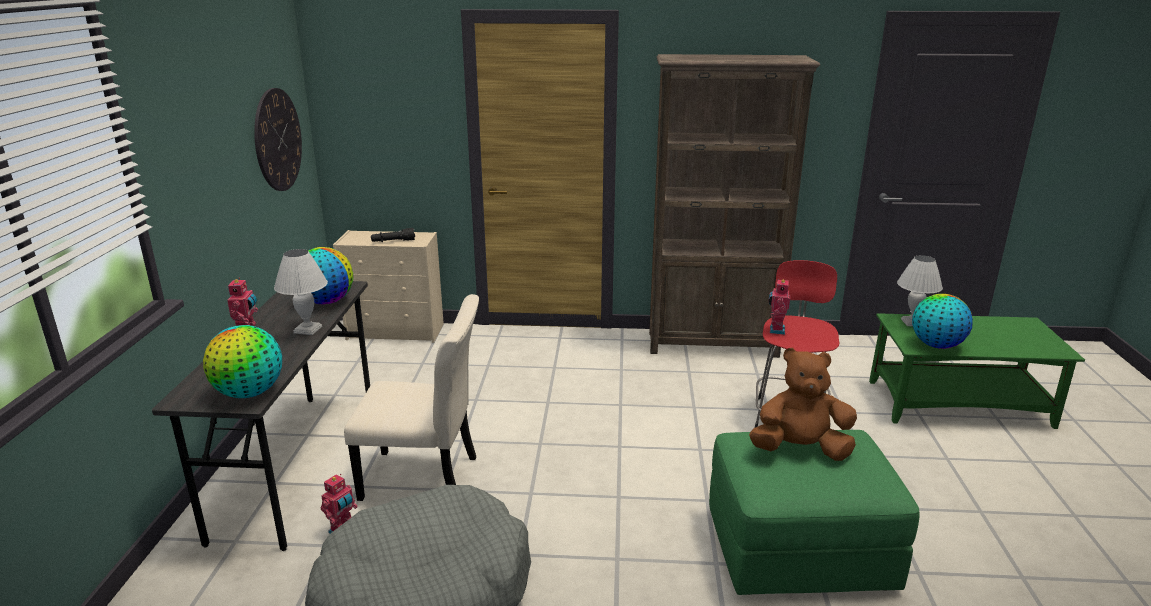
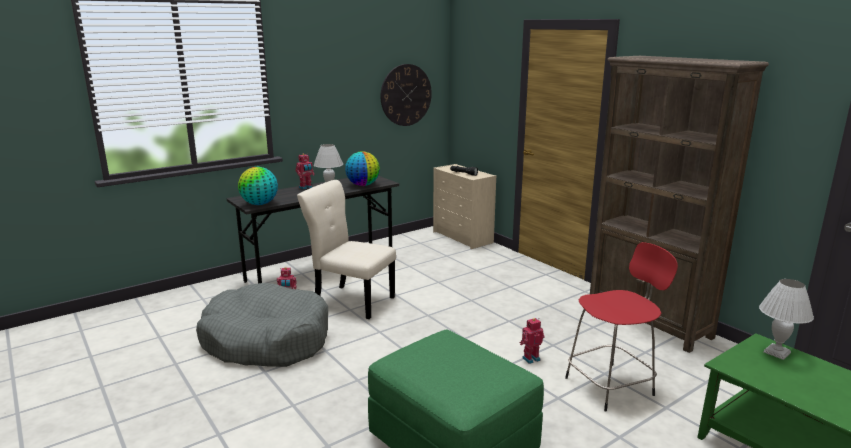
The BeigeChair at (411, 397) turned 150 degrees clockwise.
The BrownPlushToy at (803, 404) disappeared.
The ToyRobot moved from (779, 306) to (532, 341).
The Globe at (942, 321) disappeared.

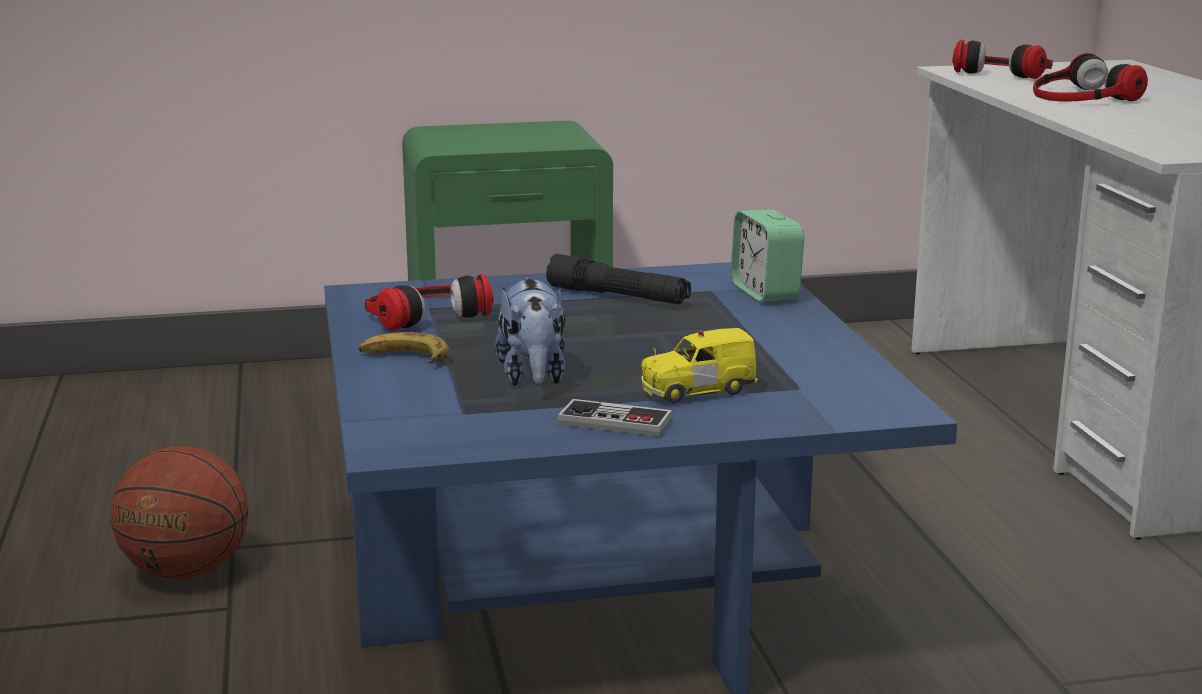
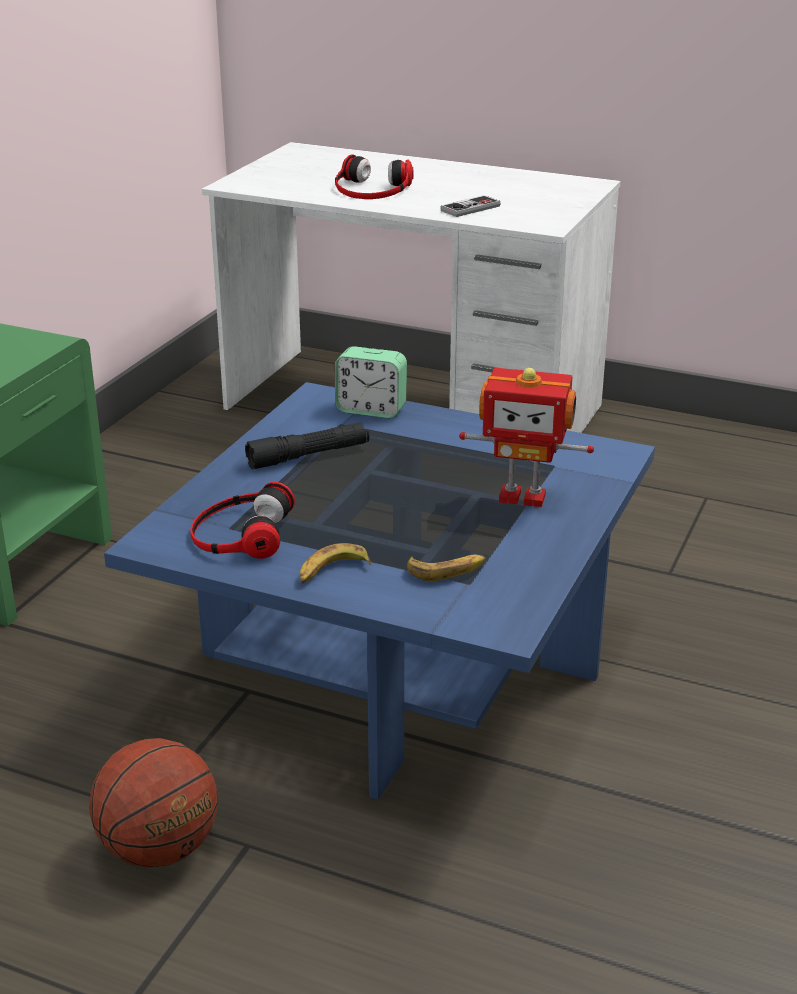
The PlushToy at (530, 332) disappeared.
The GameController moved from (615, 418) to (470, 206).
The YellowToyCar at (699, 366) was replaced by the ToyRobot at (526, 437).
The Headphones at (1002, 59) disappeared.
The Banana at (446, 568) appeared.

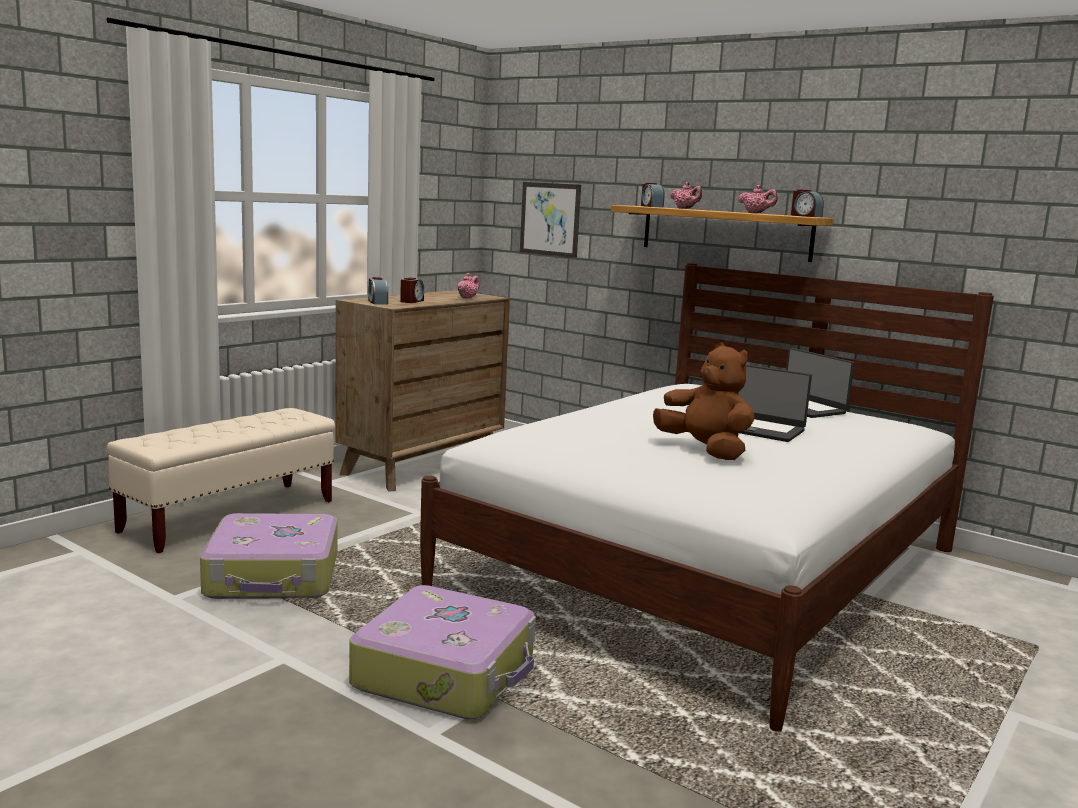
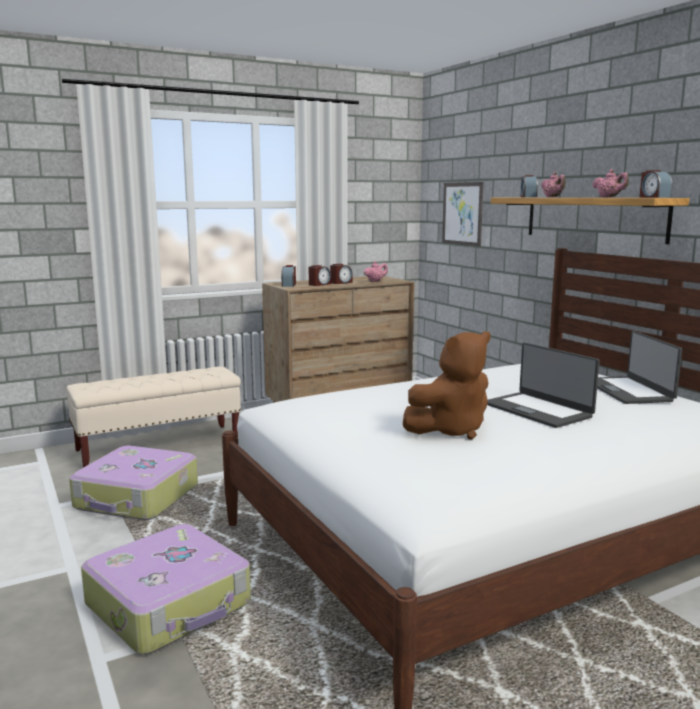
The BrownPlushToy at (704, 401) turned 75 degrees clockwise.
The AlarmClock at (341, 274) appeared.

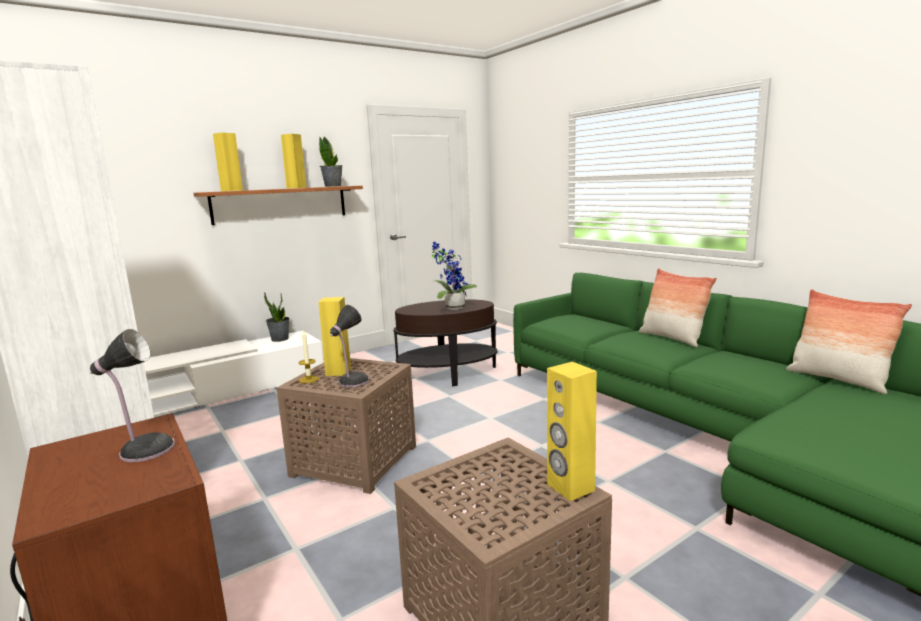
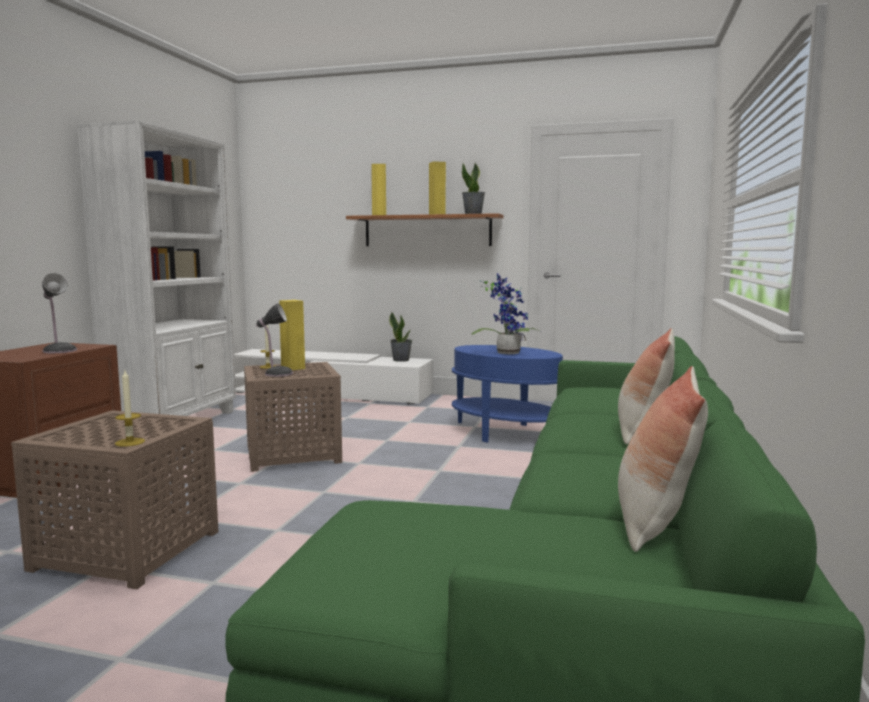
The BrownSideTable at (446, 342) became the BlueSideTable at (507, 394).
The YellowSpeaker at (572, 431) was replaced by the Candle at (130, 409).

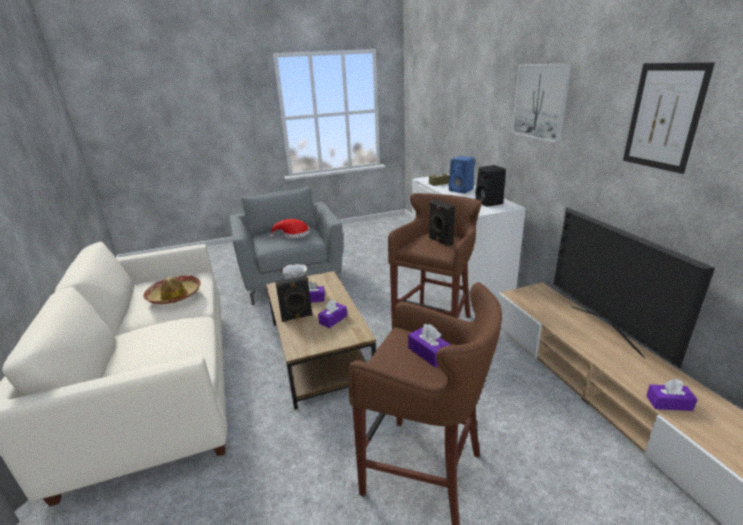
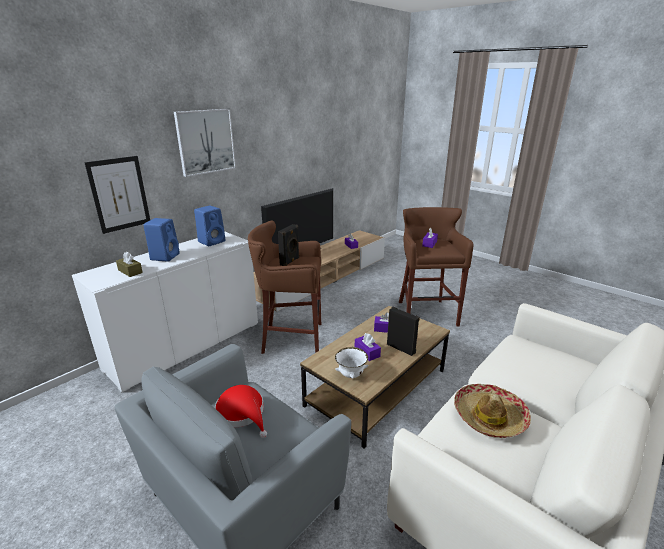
The BlackSpeaker at (490, 186) became the BlueSpeaker at (209, 226).
The Picture moved from (669, 118) to (117, 195).

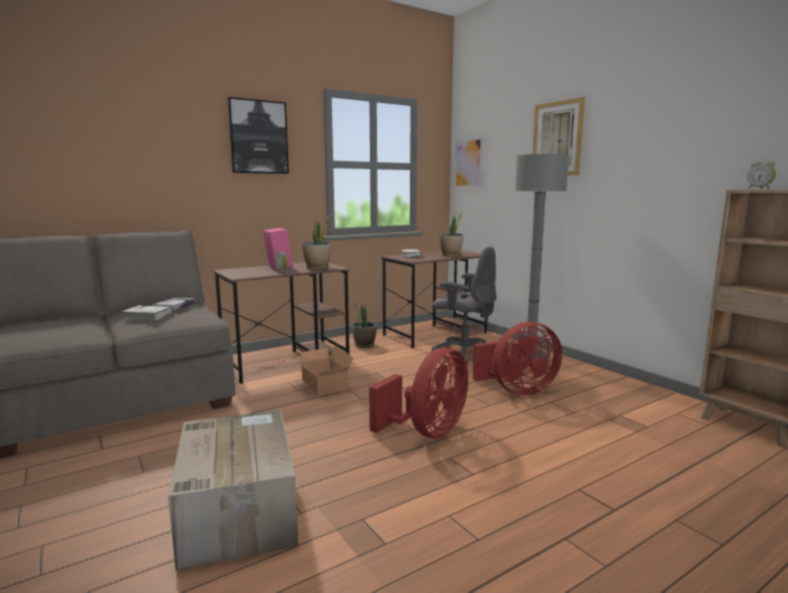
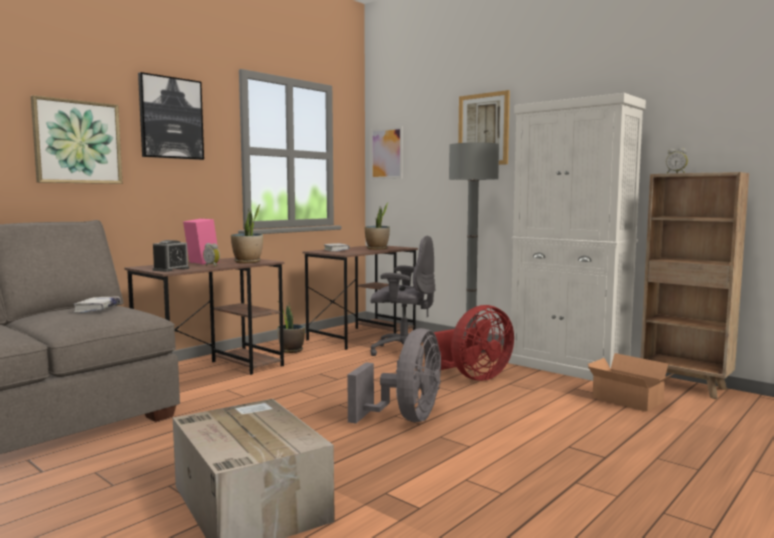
The WhiteBook at (147, 312) disappeared.
The CardboardBox moved from (322, 370) to (631, 382).
The RedFan at (418, 393) became the GreyFan at (394, 376).
The Picture at (76, 139) appeared.
The AlarmClock at (171, 256) appeared.
The WhiteCabinet at (577, 237) appeared.

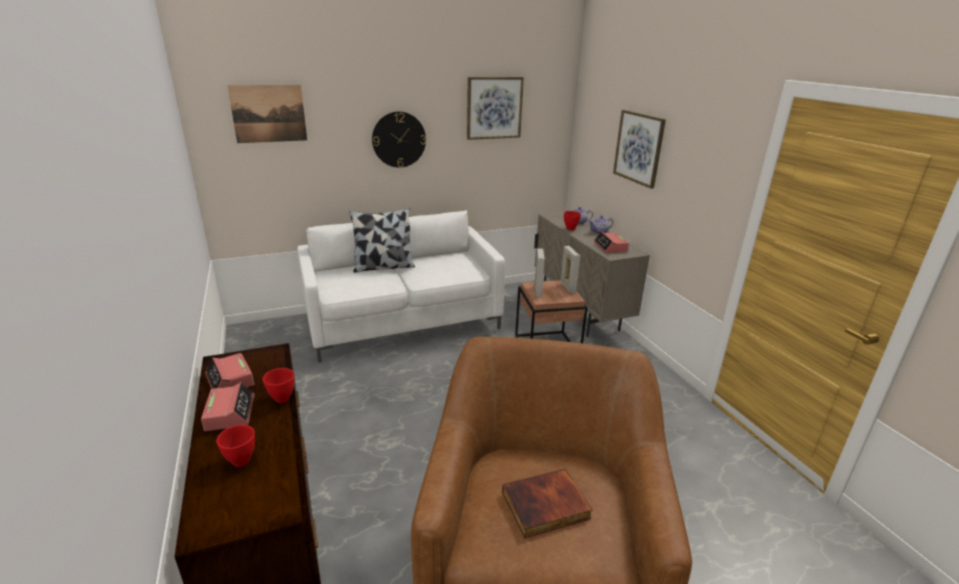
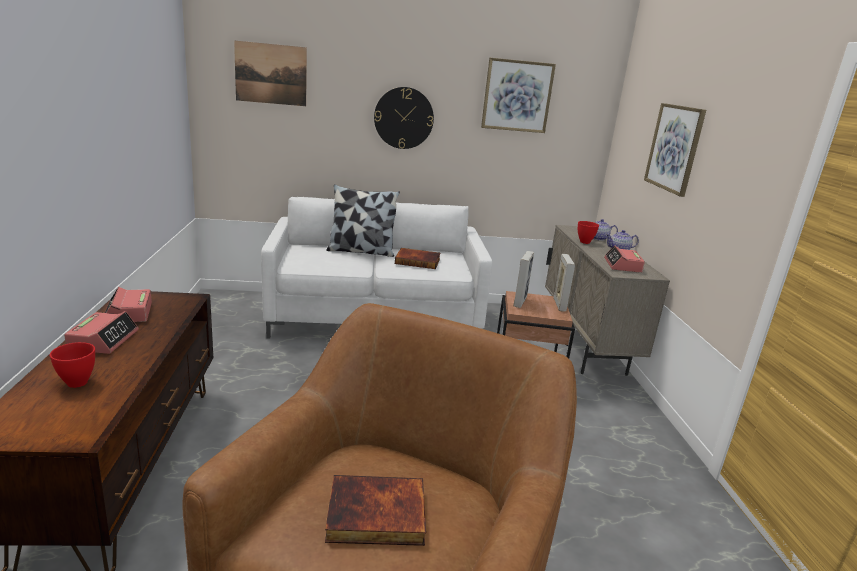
The RedBowl at (278, 385) disappeared.
The Book at (417, 258) appeared.

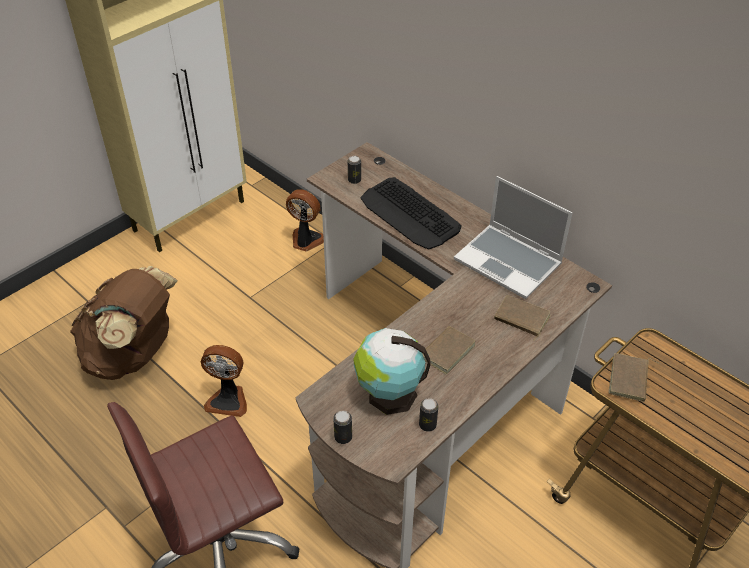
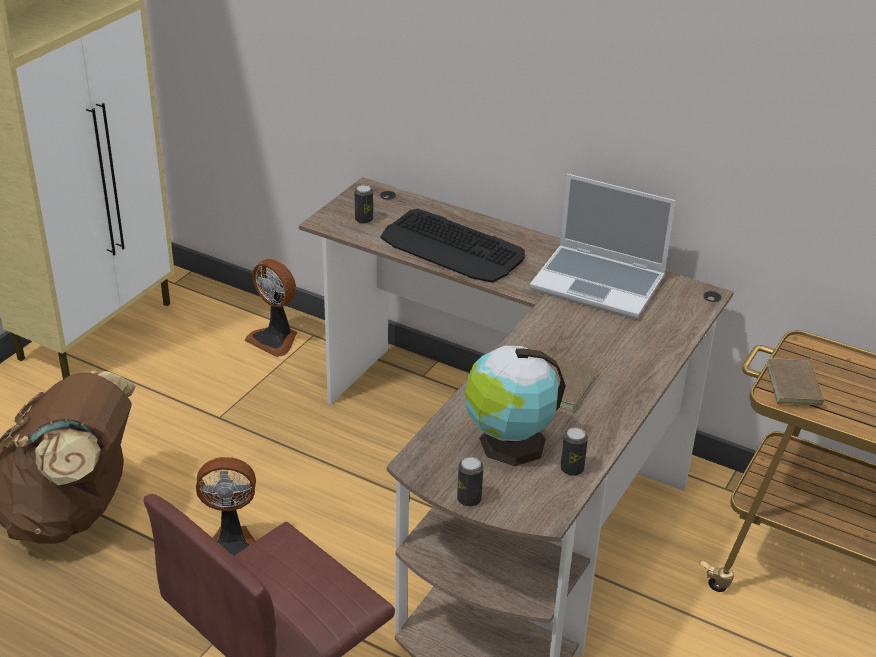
The Fan at (305, 220) turned 150 degrees counterclockwise.
The BrownBook at (522, 318) disappeared.

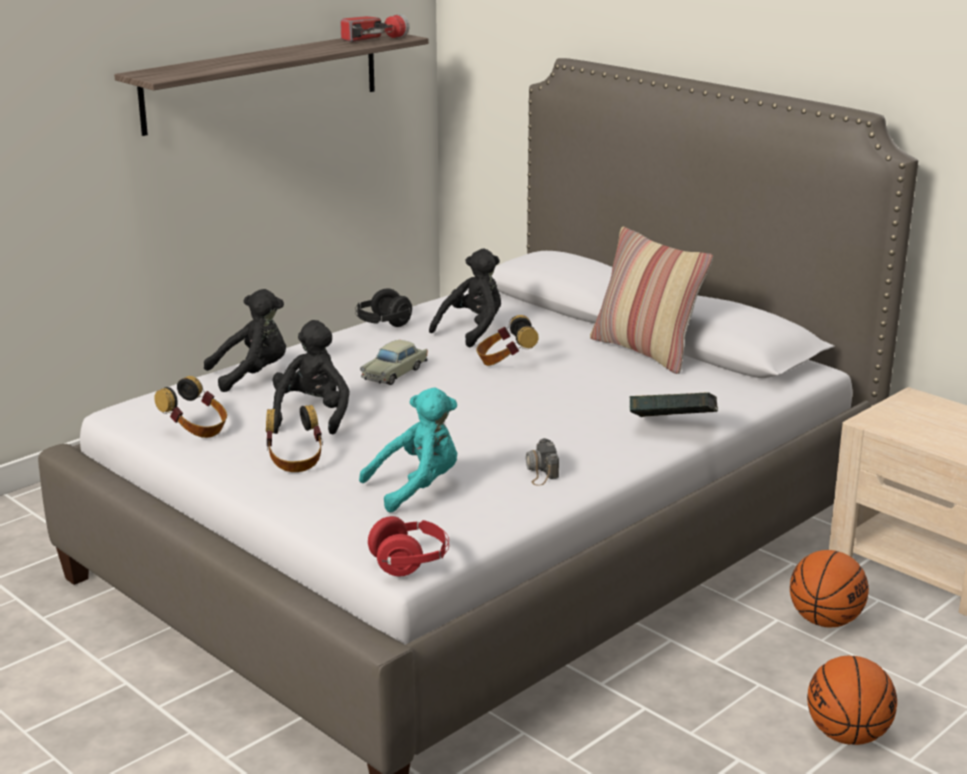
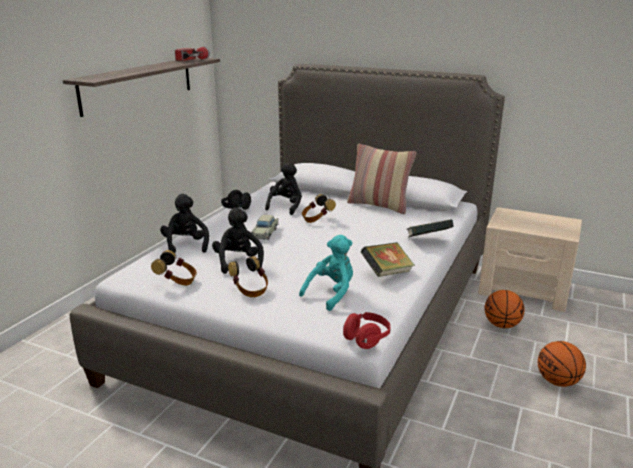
The BlackPlushToy at (245, 340) turned 60 degrees counterclockwise.
The PhotoCamera at (542, 462) was replaced by the Book at (388, 259).

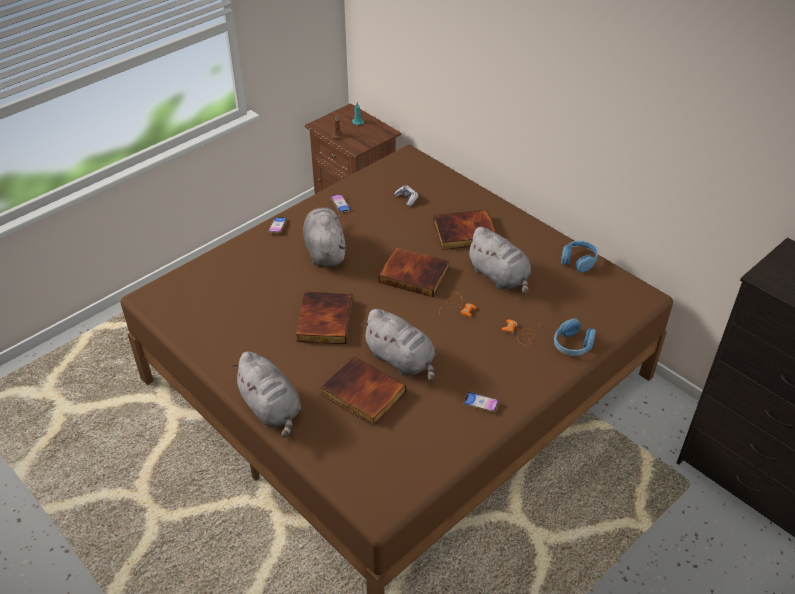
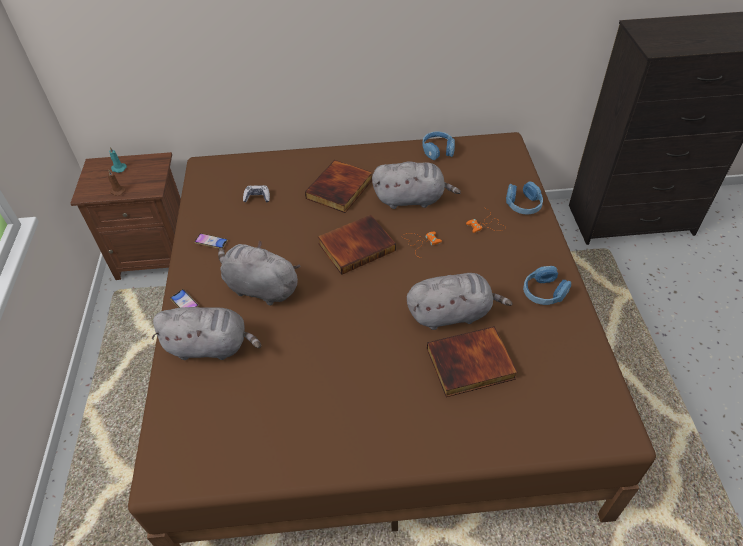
The GreyPlushToy moved from (266, 394) to (206, 333).
The Book at (324, 318) disappeared.
The Phone at (481, 402) was replaced by the BlueHeadphones at (547, 285).

